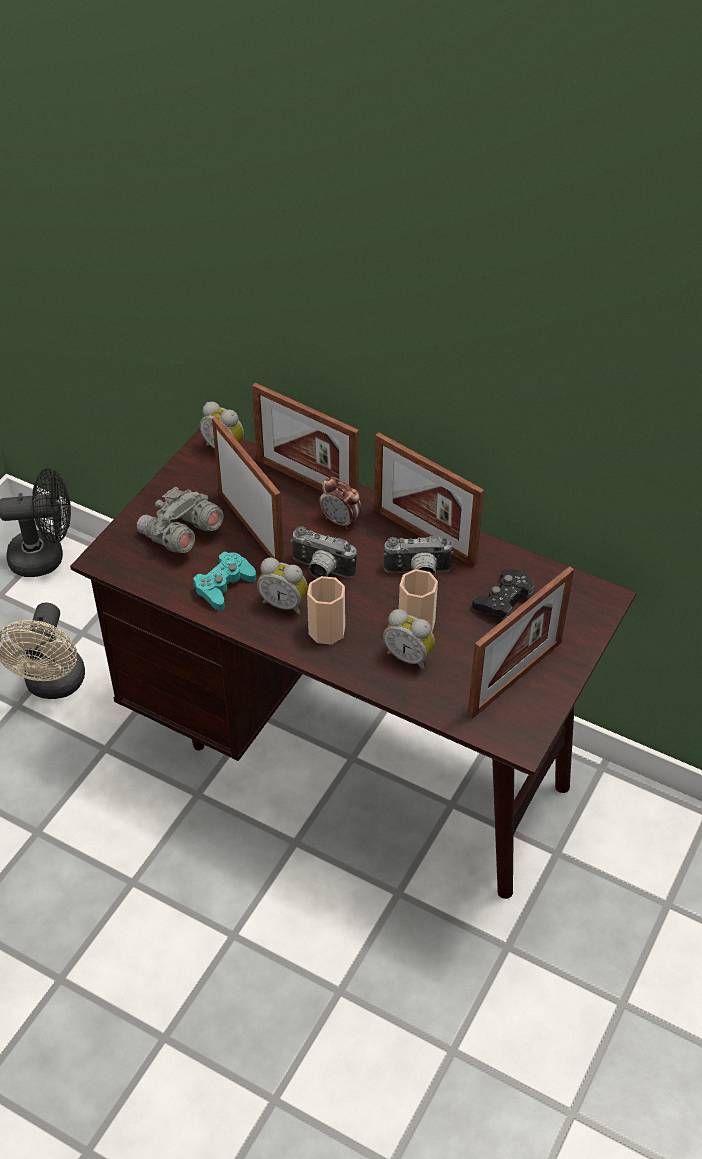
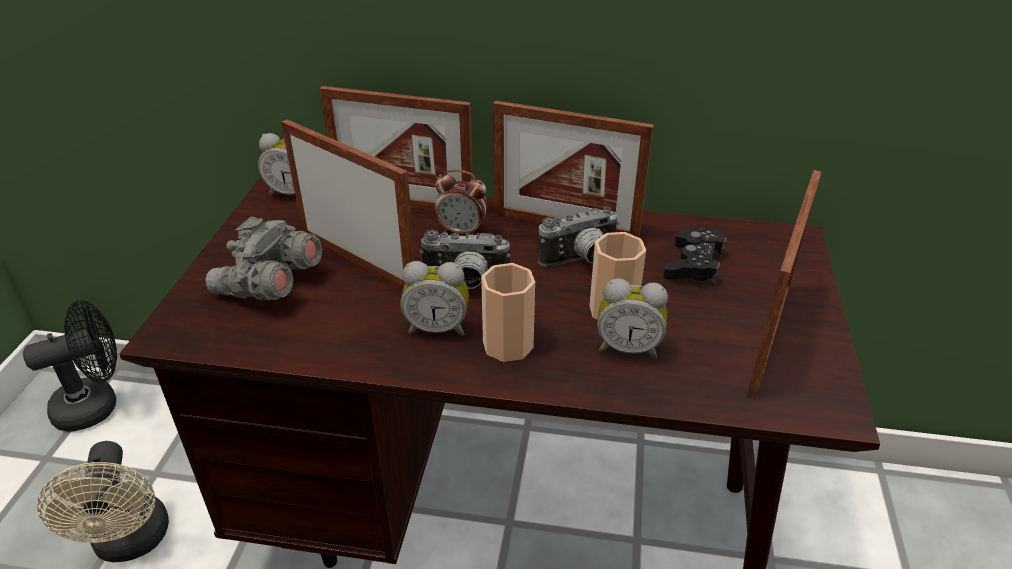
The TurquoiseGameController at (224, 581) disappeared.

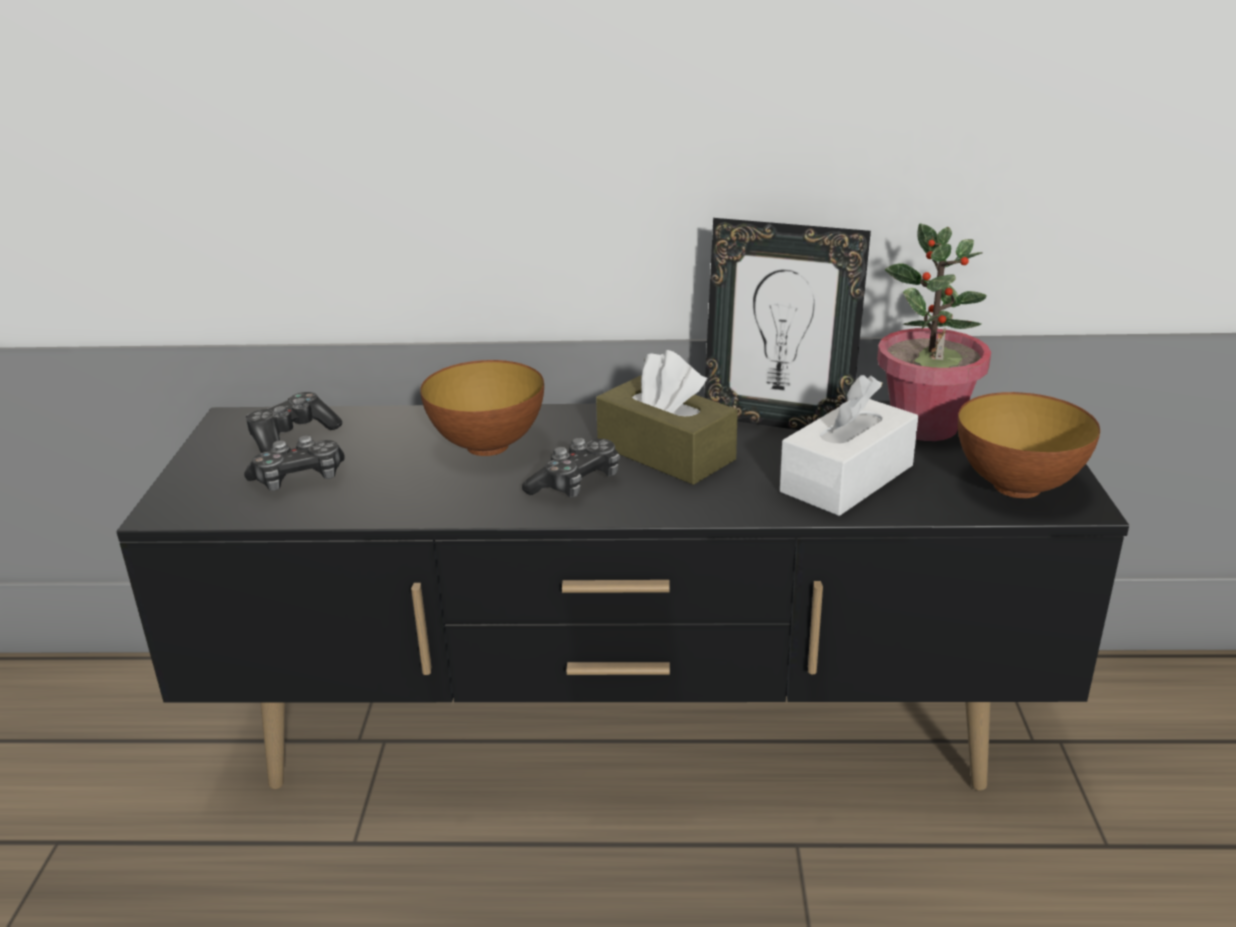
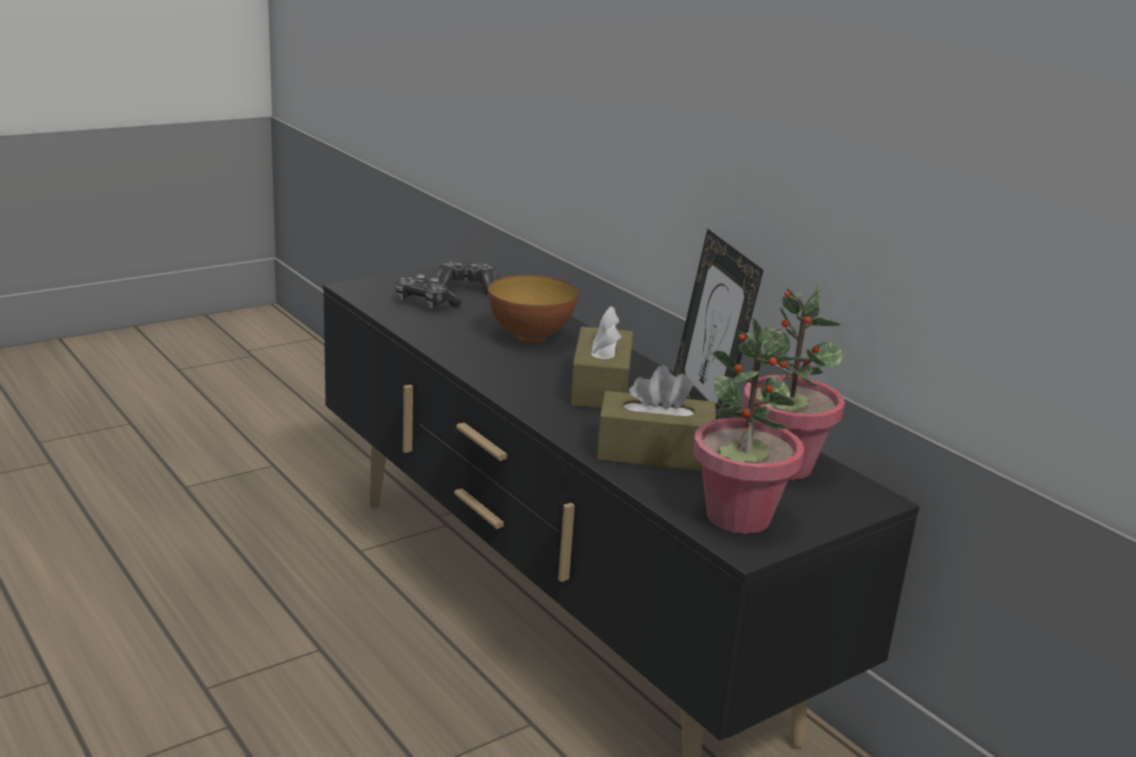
The GameController at (570, 468) disappeared.
The WhiteTissueBox at (849, 445) became the BrownTissueBox at (656, 418).
The Bowl at (1029, 445) was replaced by the PottedPlant at (748, 425).

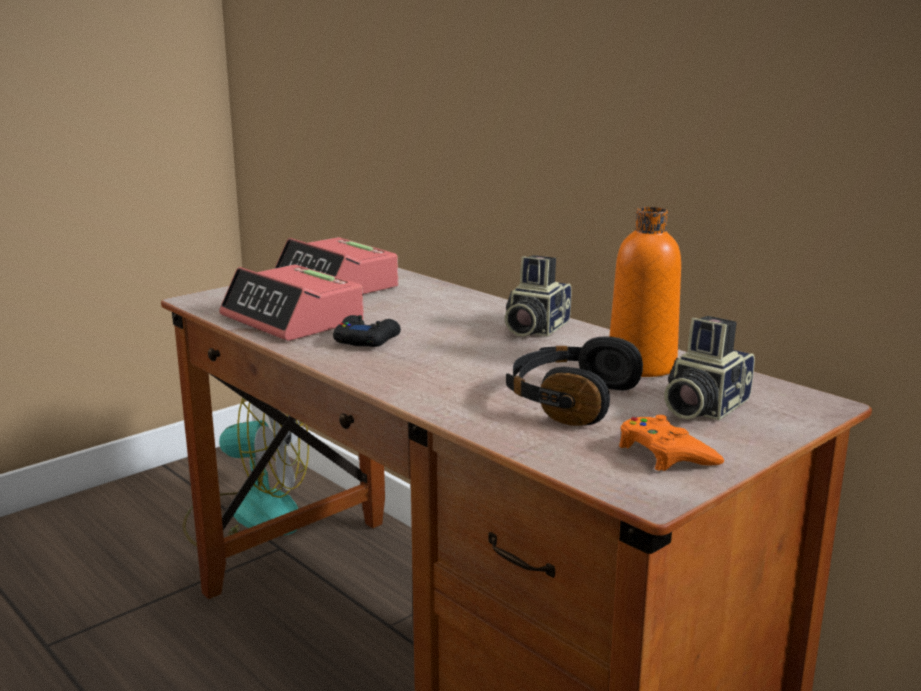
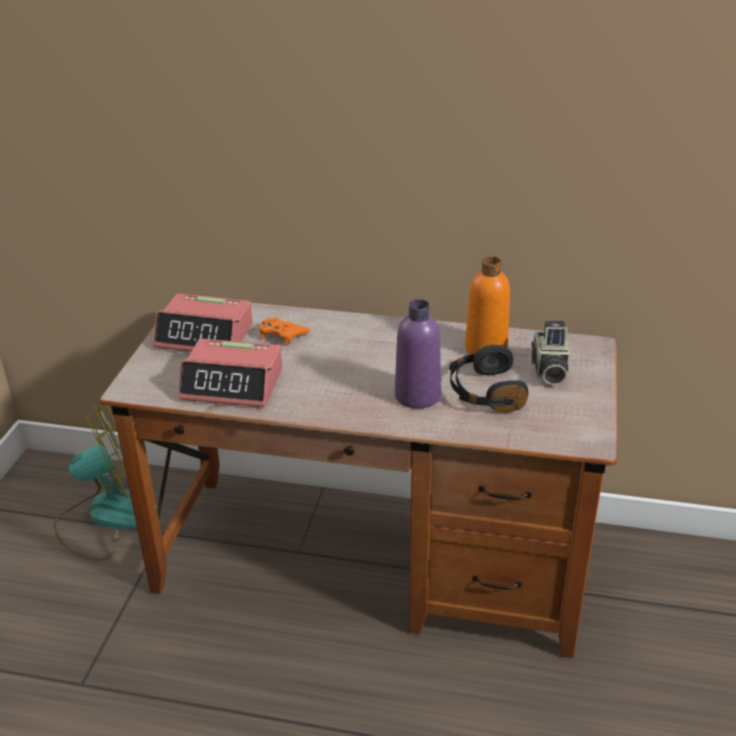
The BlackGameController at (367, 331) disappeared.
The PhotoCamera at (538, 295) disappeared.
The OrangeGameController moved from (671, 443) to (284, 331).
The PurpleBottle at (418, 354) appeared.

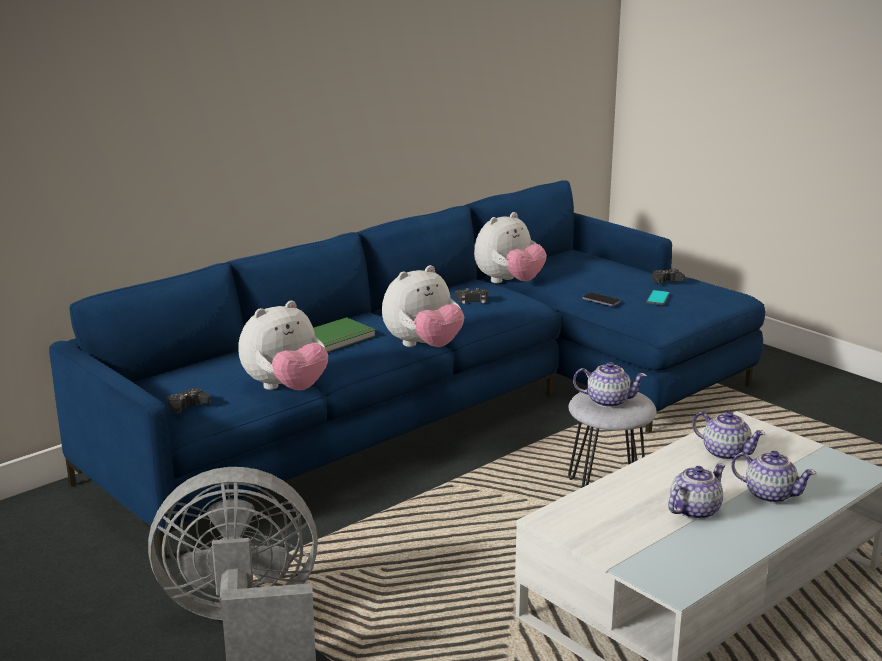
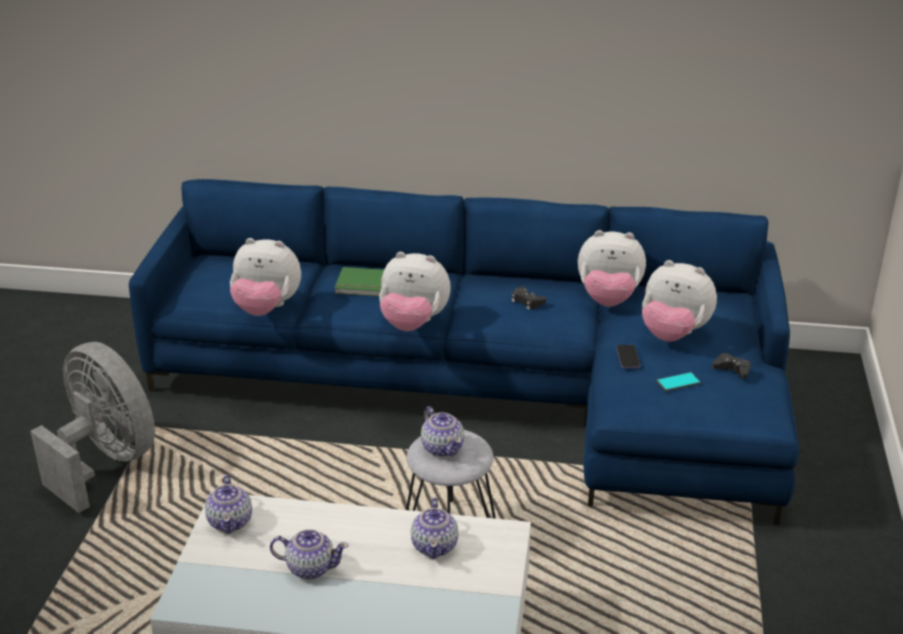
The BlackGameController at (189, 401) disappeared.
The Teapot moved from (773, 477) to (228, 504).
The PlushToy at (679, 301) appeared.

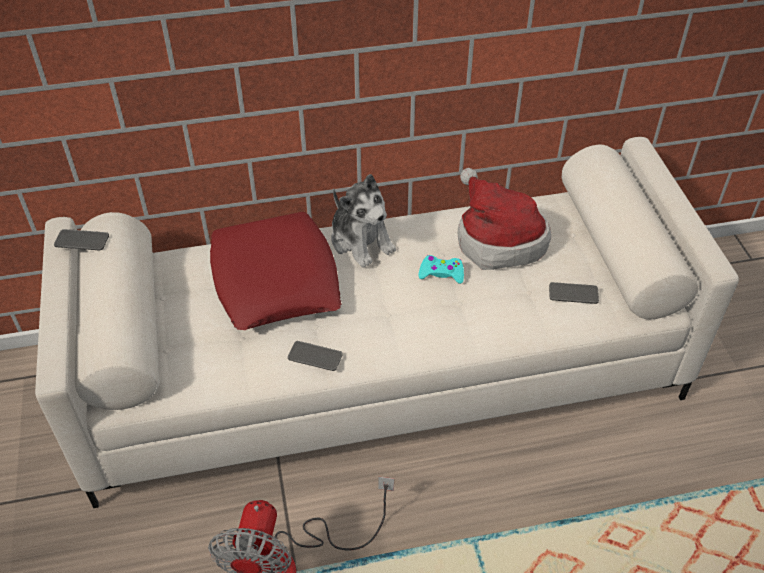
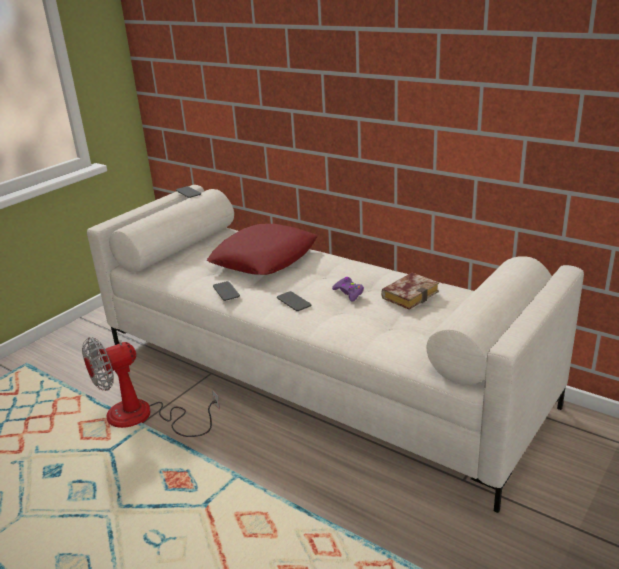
The PlushToy at (364, 221) disappeared.
The TurquoiseGameController at (441, 269) became the PurpleGameController at (348, 289).
The Hat at (505, 219) was replaced by the Book at (410, 291).
The Phone moved from (574, 293) to (294, 301).

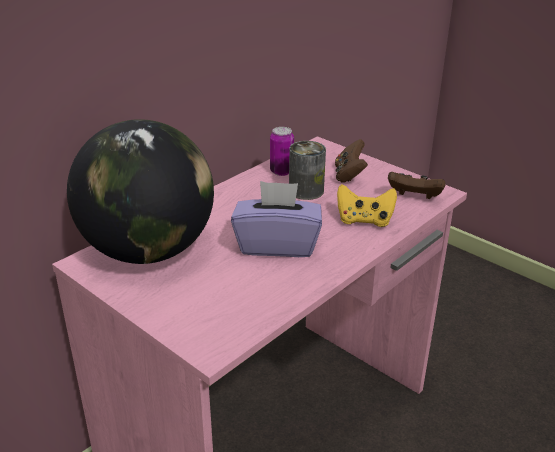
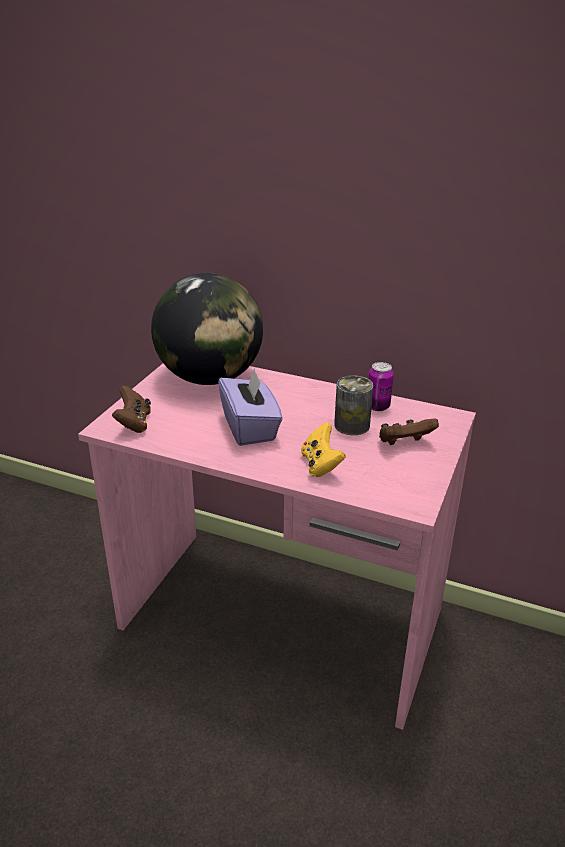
The BrownGameController moved from (417, 185) to (131, 409).

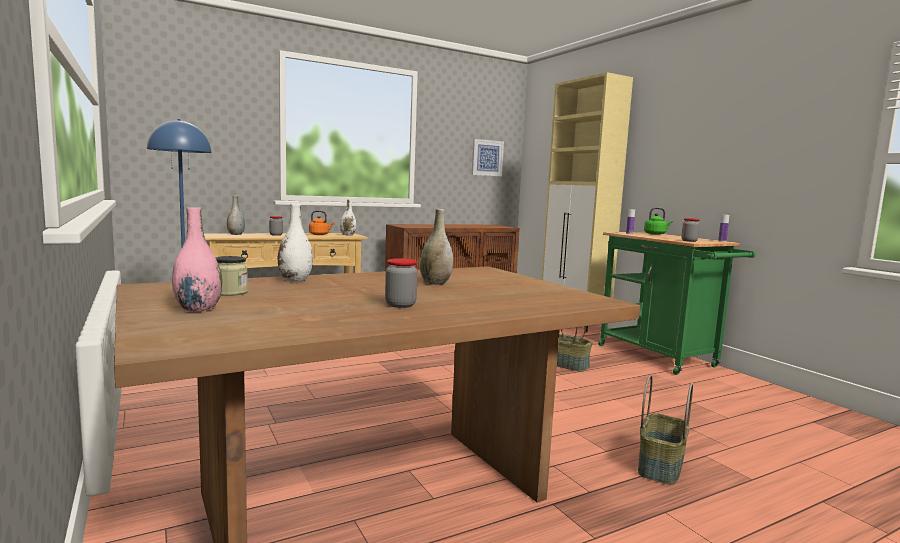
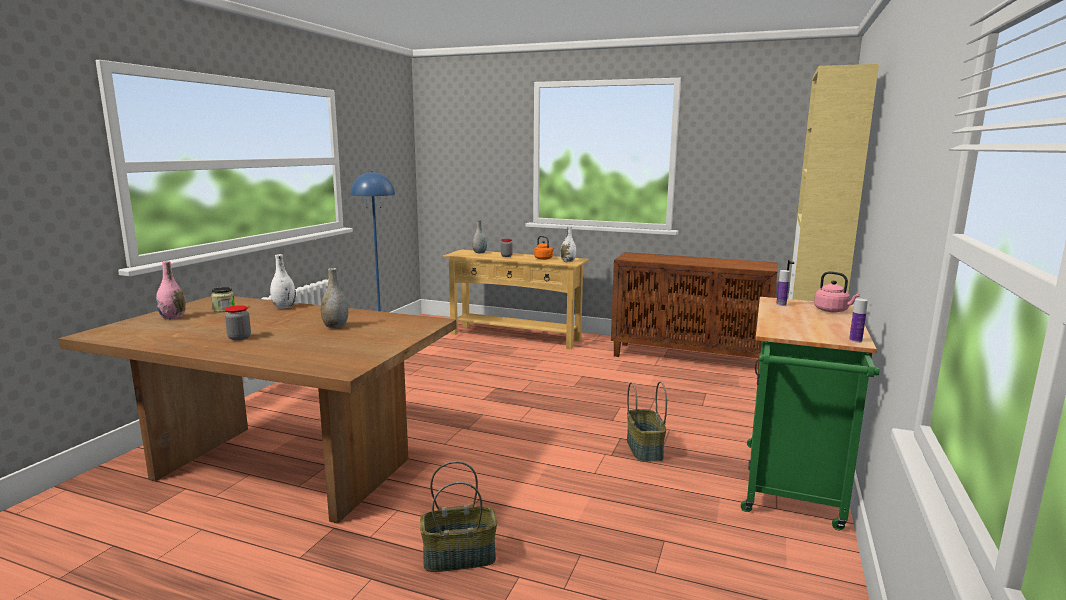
The Picture at (488, 157) disappeared.
The GreenKettle at (658, 221) became the PinkKettle at (837, 291).
The Jar at (690, 230) disappeared.

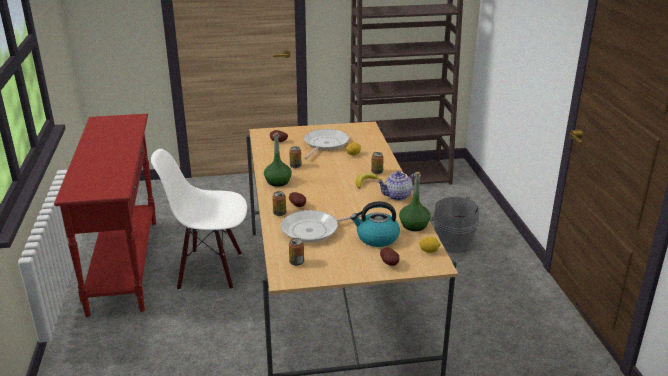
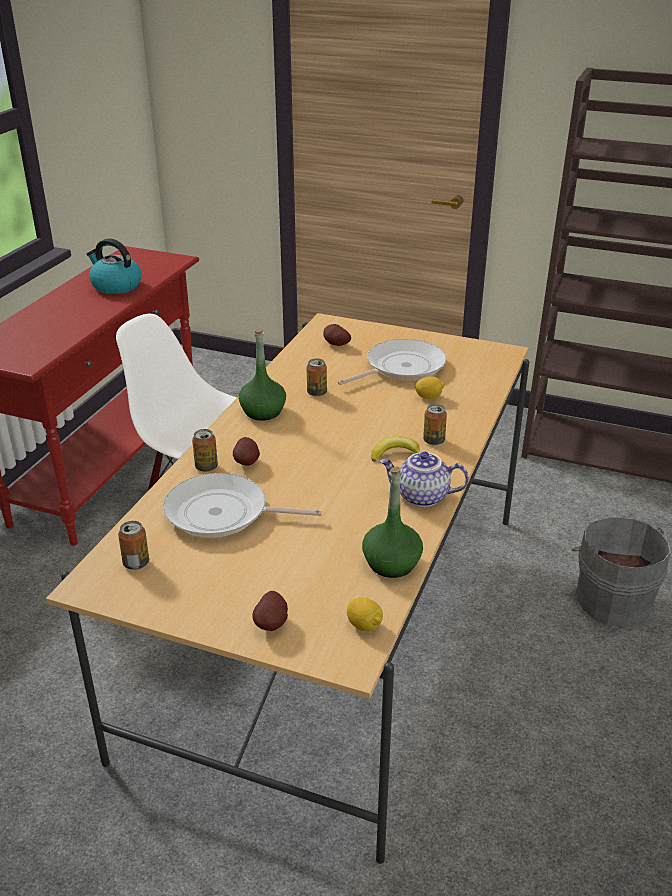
The Kettle moved from (375, 224) to (114, 266).

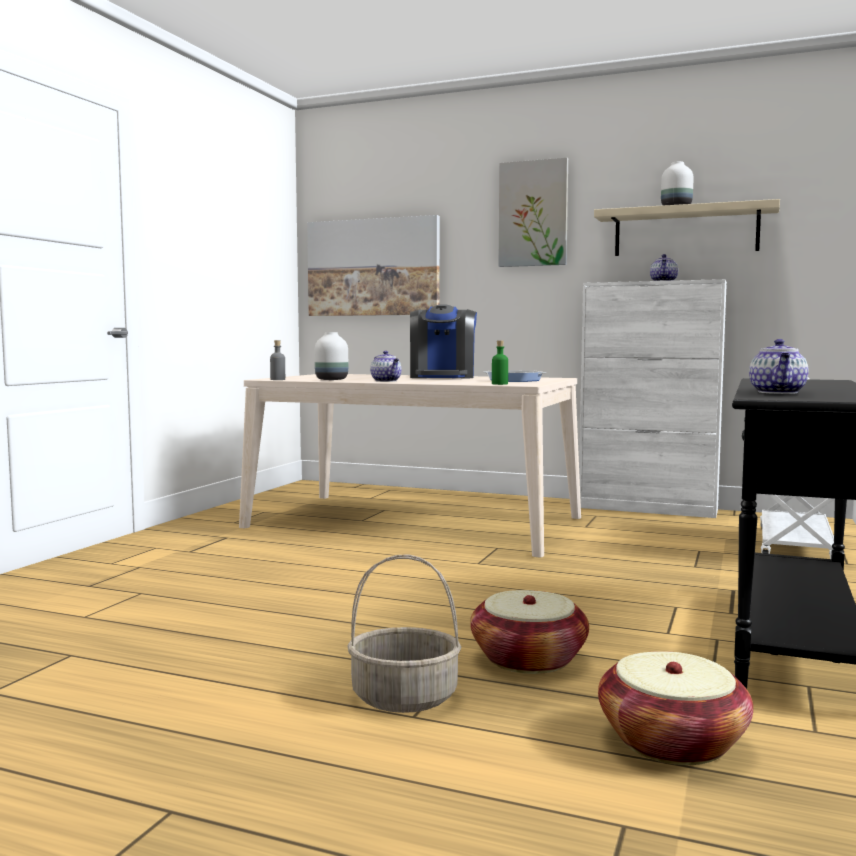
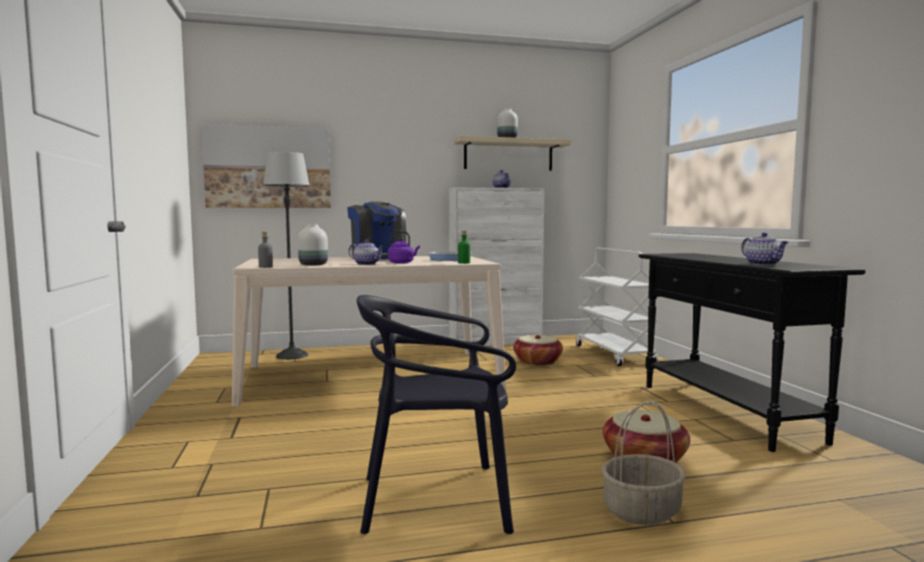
The Picture at (533, 212) disappeared.
The Basket moved from (675, 708) to (538, 350).
The FloorLamp at (286, 256) appeared.
The BlackChair at (436, 414) appeared.
The PurpleKettle at (404, 247) appeared.

